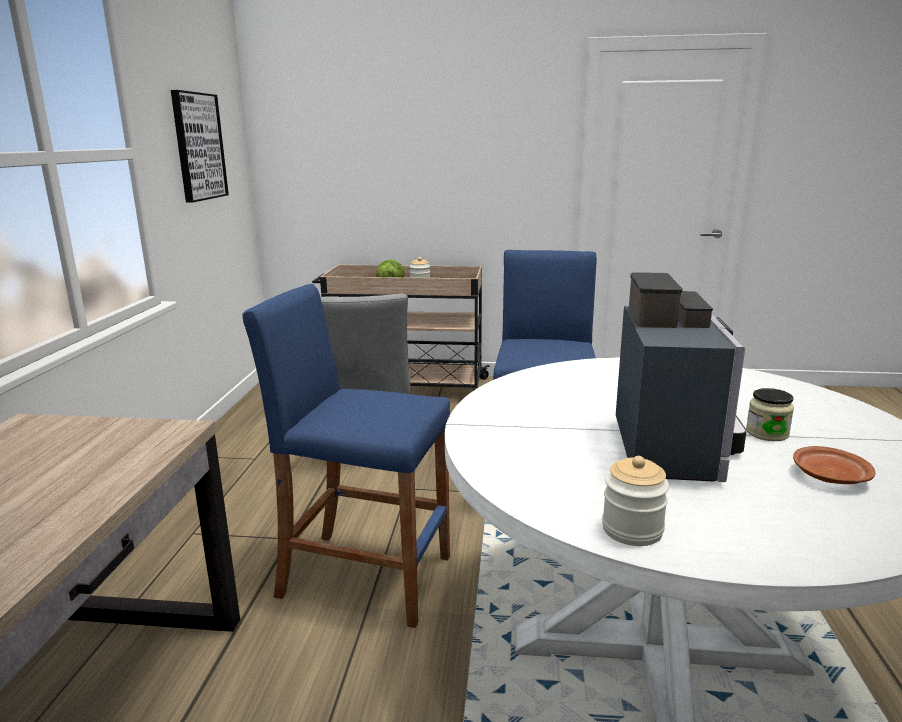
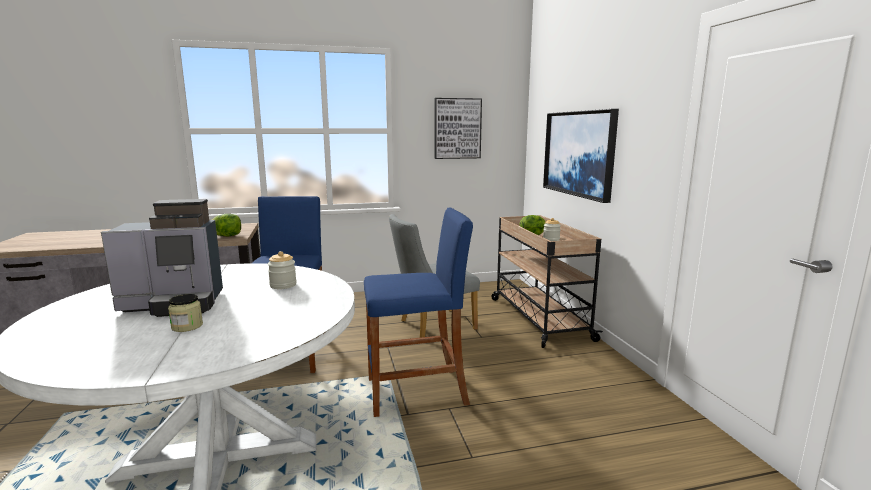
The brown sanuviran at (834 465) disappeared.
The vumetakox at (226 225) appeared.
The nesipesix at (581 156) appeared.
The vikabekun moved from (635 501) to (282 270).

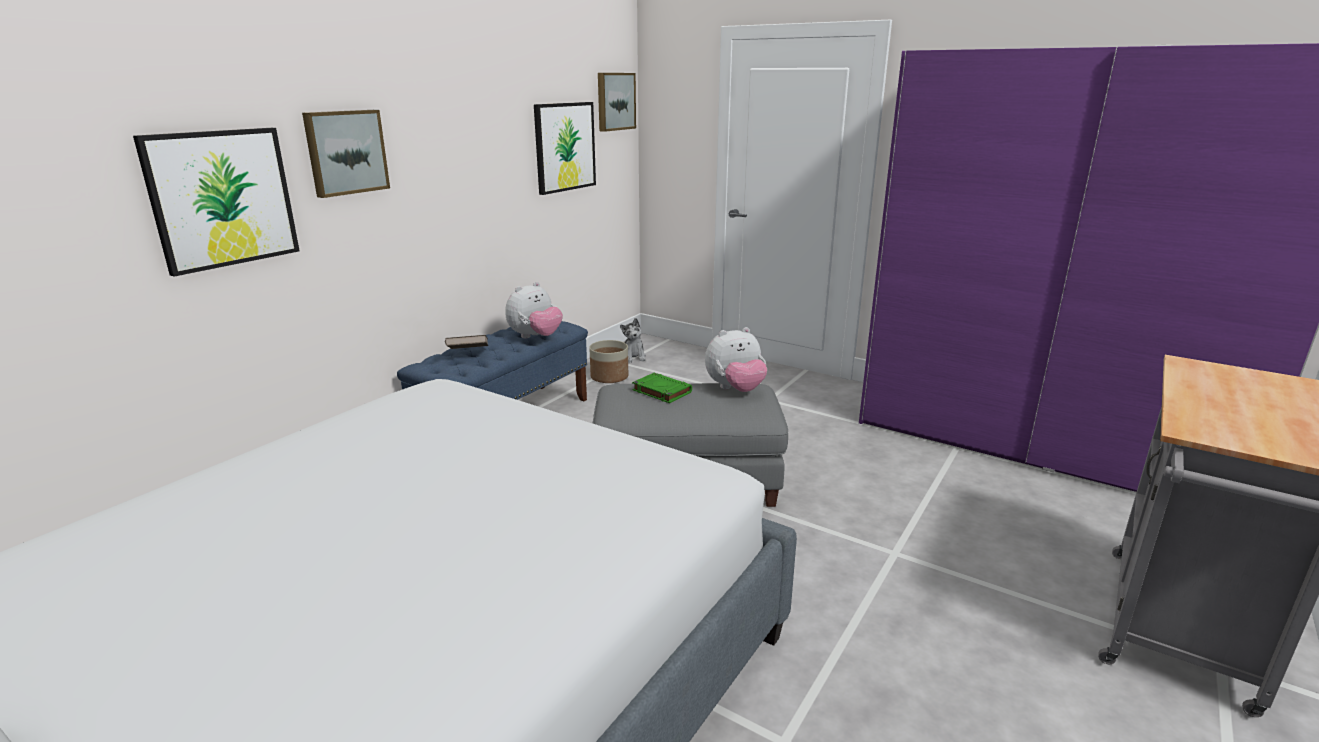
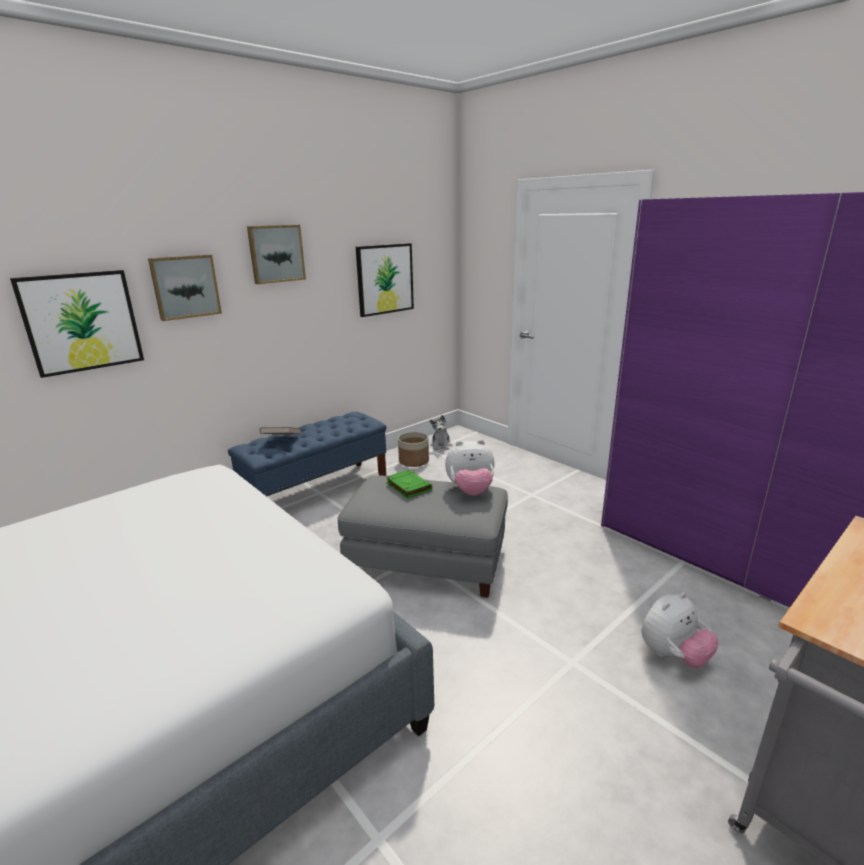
The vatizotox moved from (534 310) to (680 630).
The nesipesix moved from (617 102) to (276 254).

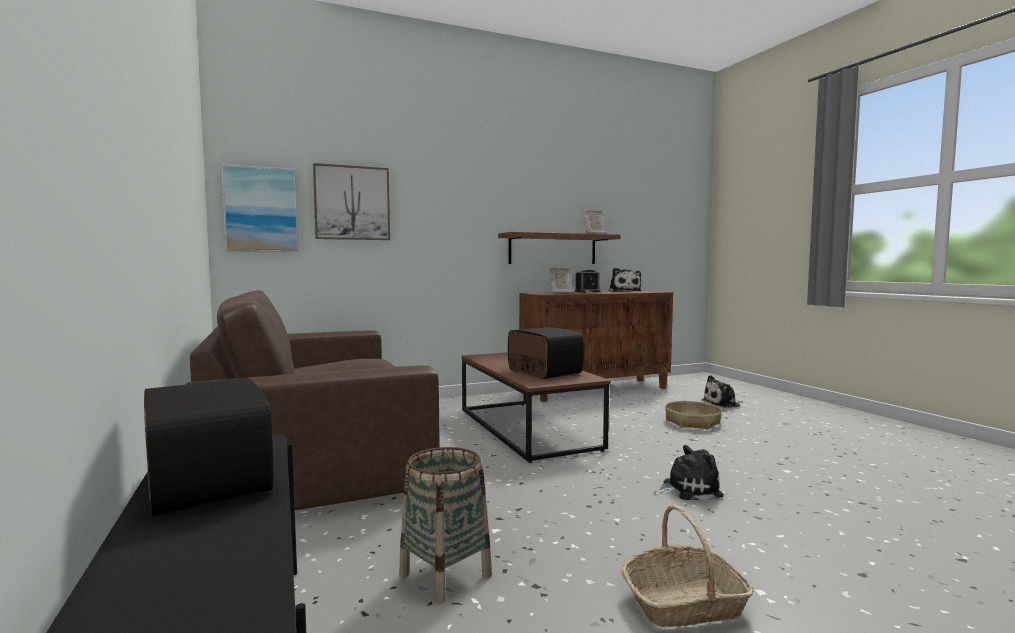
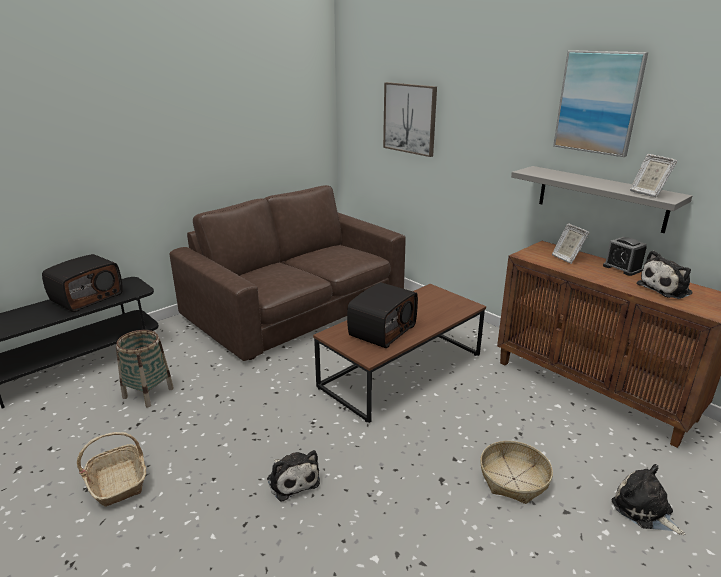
The nesipesix moved from (260 208) to (600 103).
The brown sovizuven at (559 248) became the grey sovizuven at (601 199).

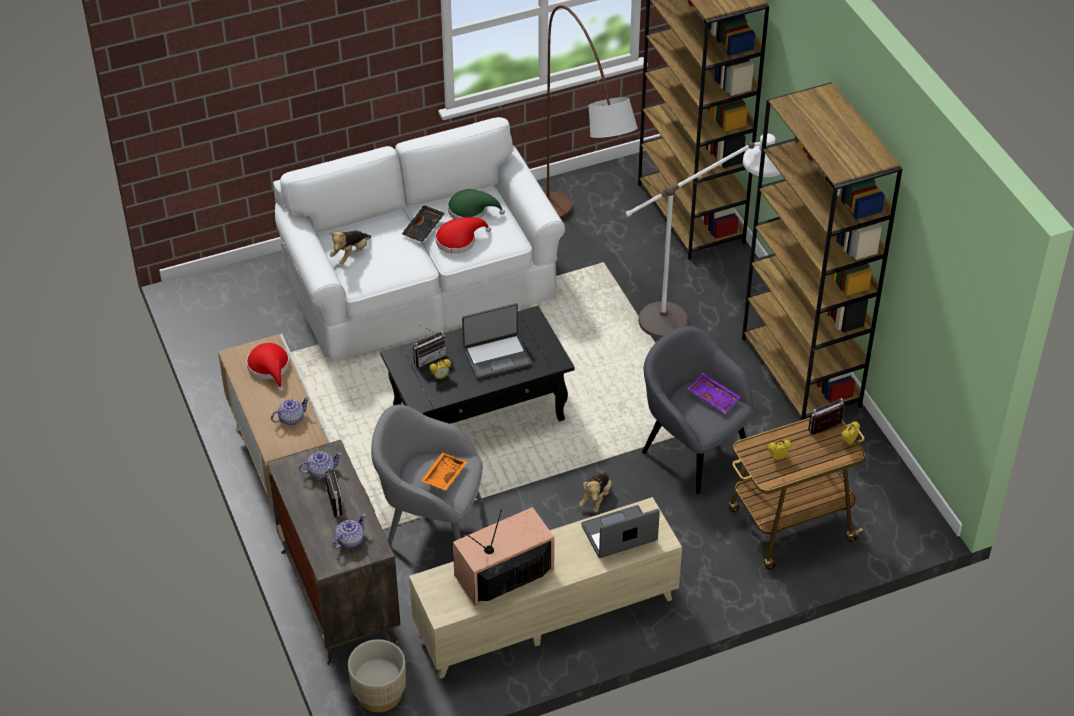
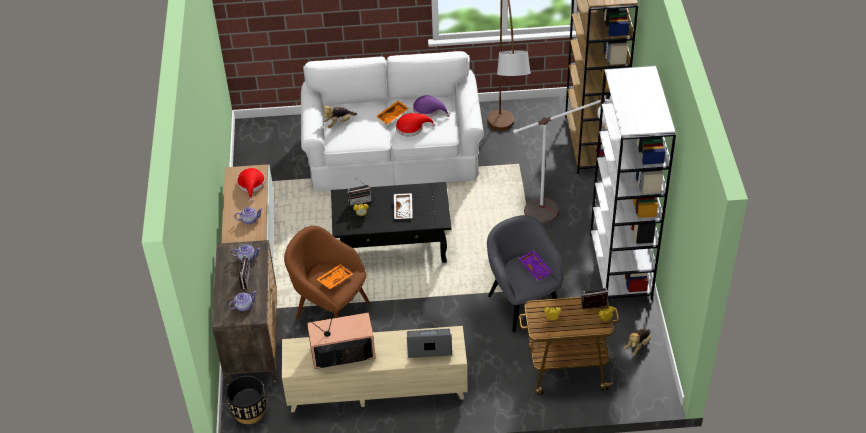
The vatizotox moved from (595 492) to (637 342).
The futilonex at (497 341) was replaced by the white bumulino at (403 206).
The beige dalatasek at (377 675) became the black dalatasek at (246 399).
The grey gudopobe at (427 476) became the brown gudopobe at (327 273).
The black bumulino at (423 223) became the orange bumulino at (392 112).
The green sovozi at (476 204) became the purple sovozi at (431 106).
The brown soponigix at (822 251) became the white soponigix at (633 183).

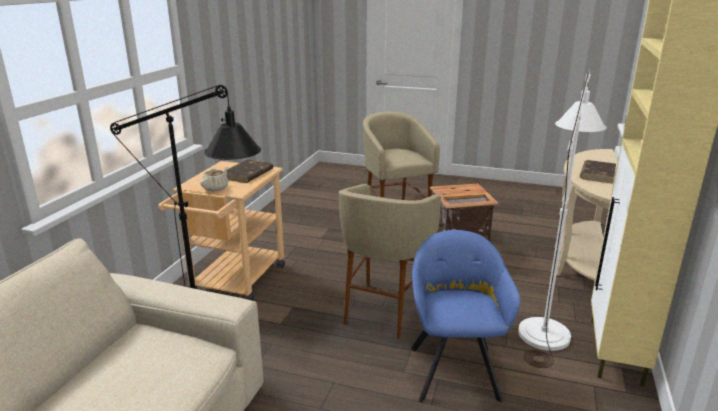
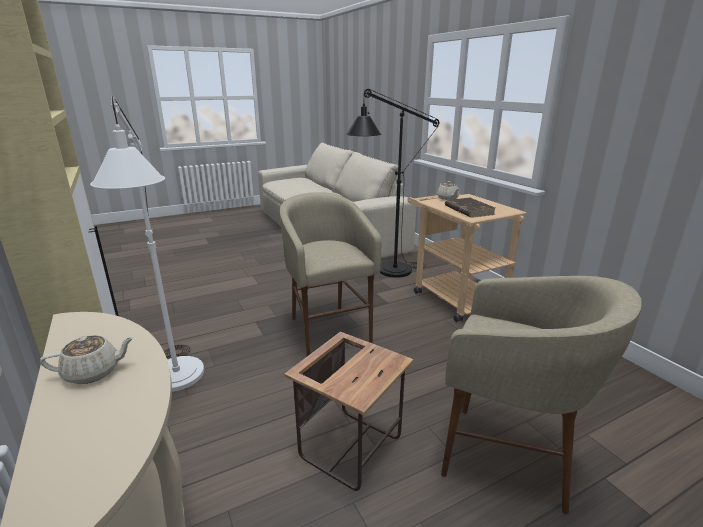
The blue gudopobe at (465 316) disappeared.
The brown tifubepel at (598 172) was replaced by the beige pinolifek at (87 359).

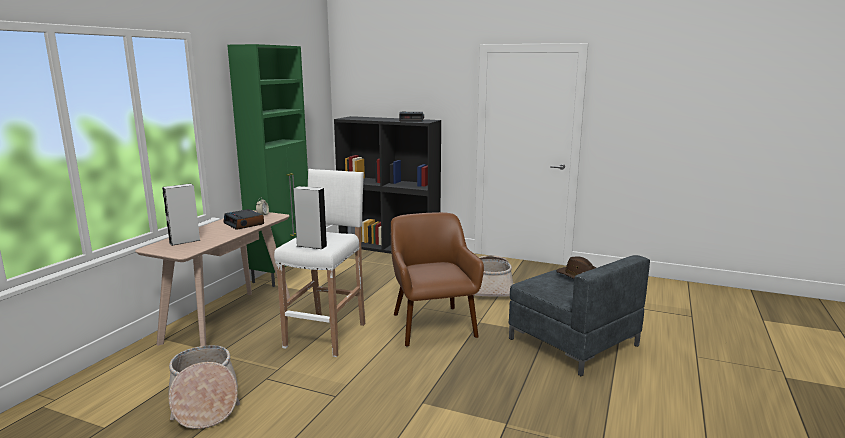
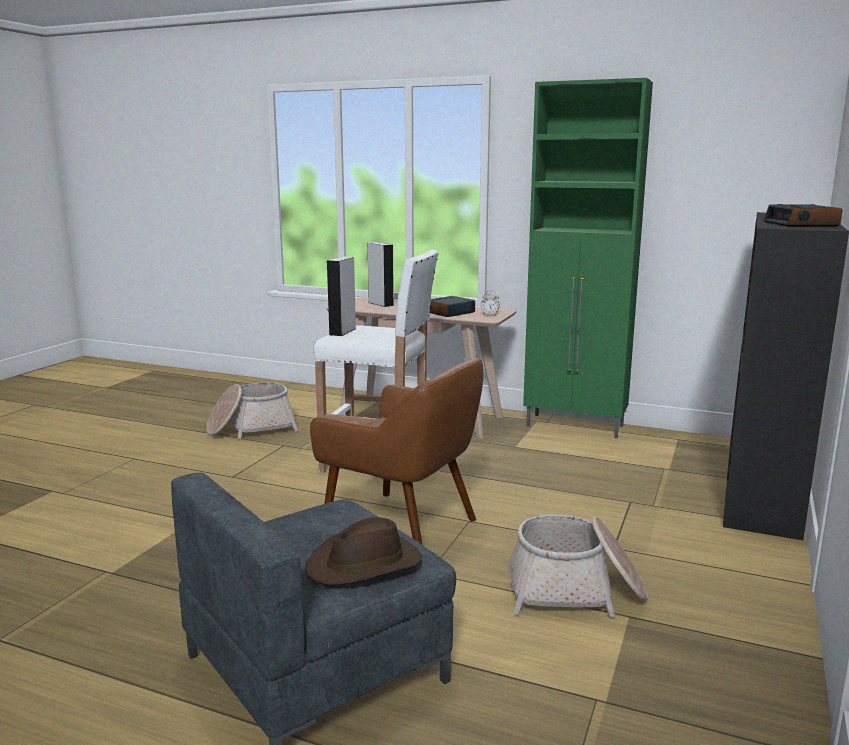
The brown gudopobe at (437 279) turned 45 degrees clockwise.

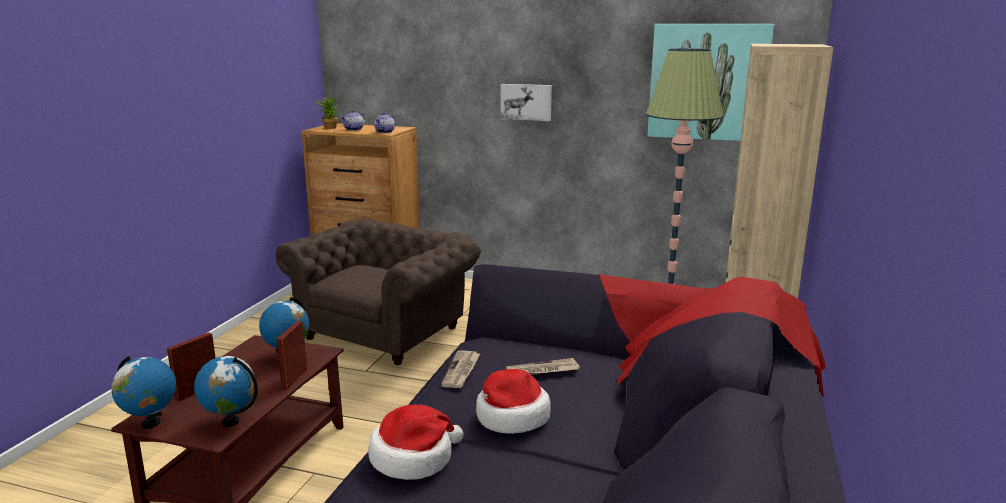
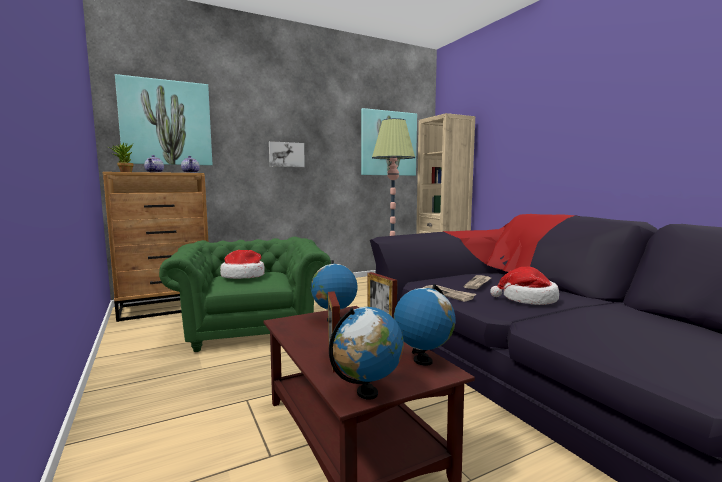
The nesipesix at (163 120) appeared.
The sovozi moved from (416 442) to (242 264).
The brown gudopobe at (378 291) became the green gudopobe at (245 294).

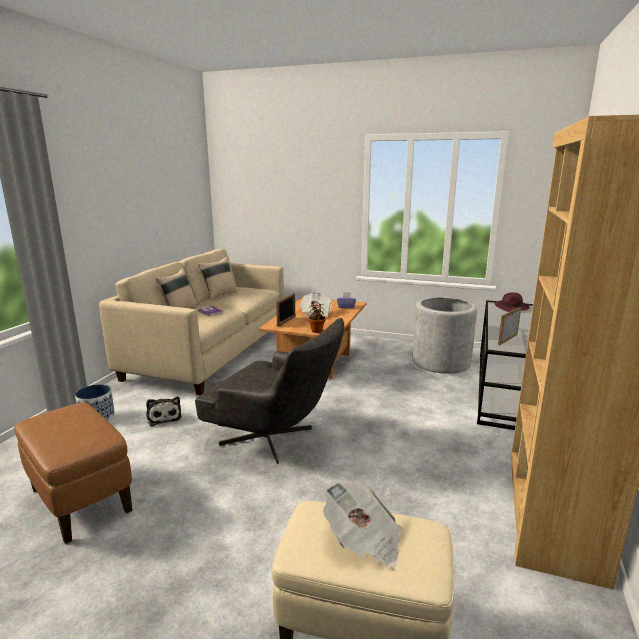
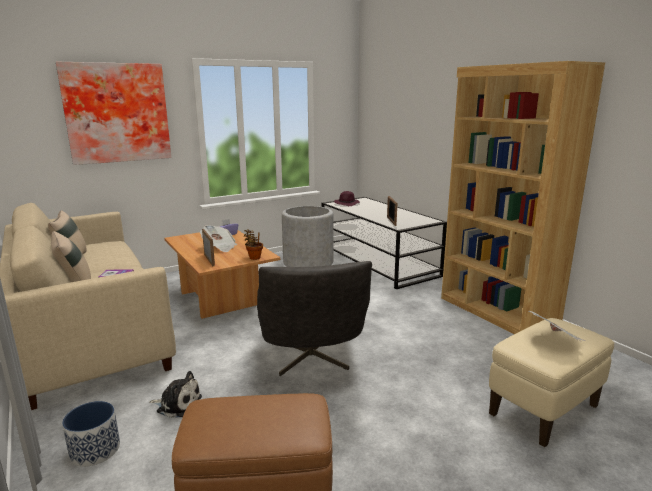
The nesipesix at (113 113) appeared.
The grey gudopobe at (269 391) turned 105 degrees clockwise.

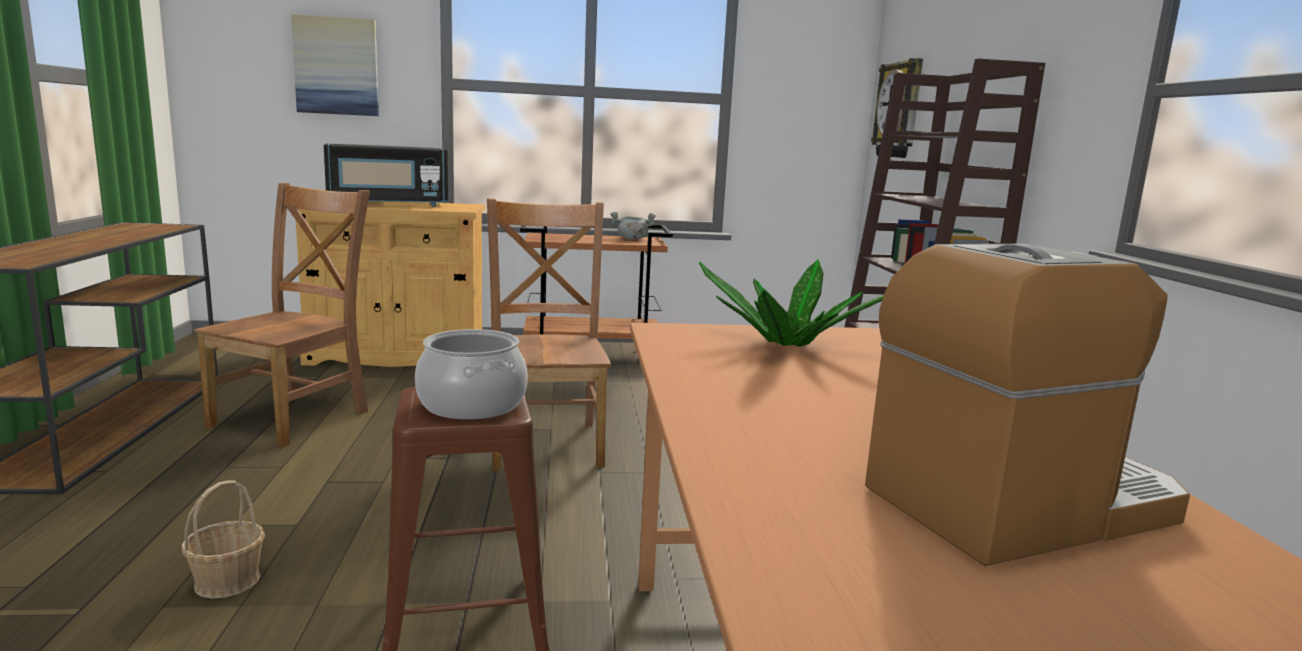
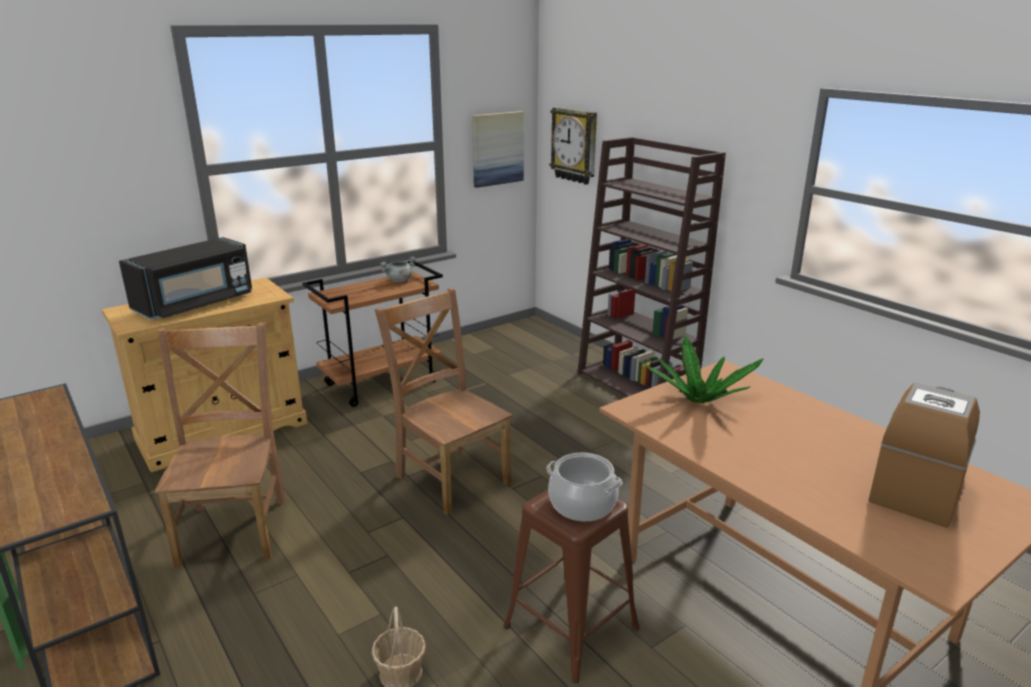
The nesipesix moved from (335 65) to (498 149).

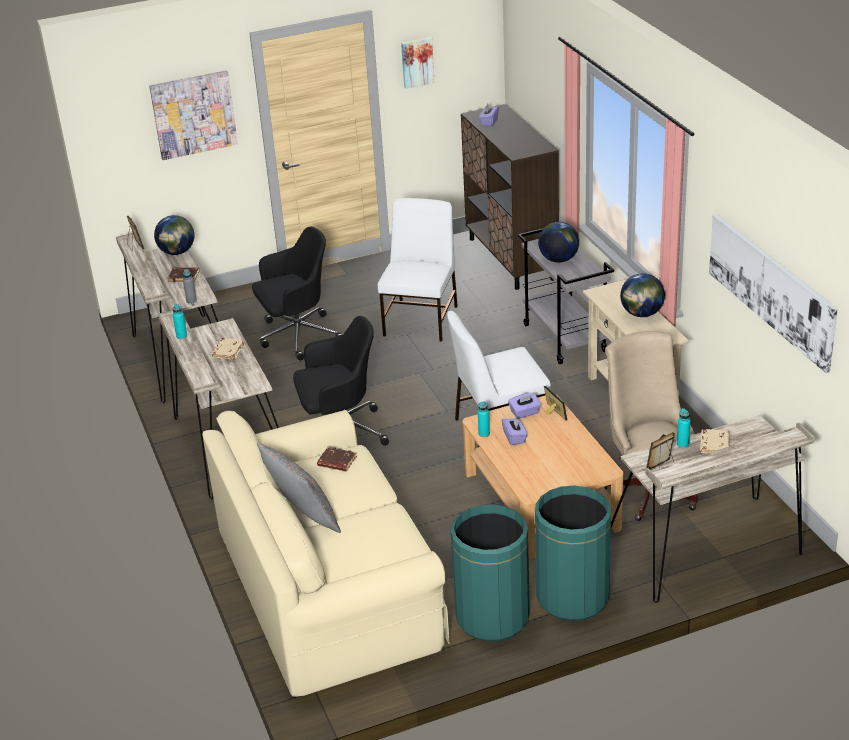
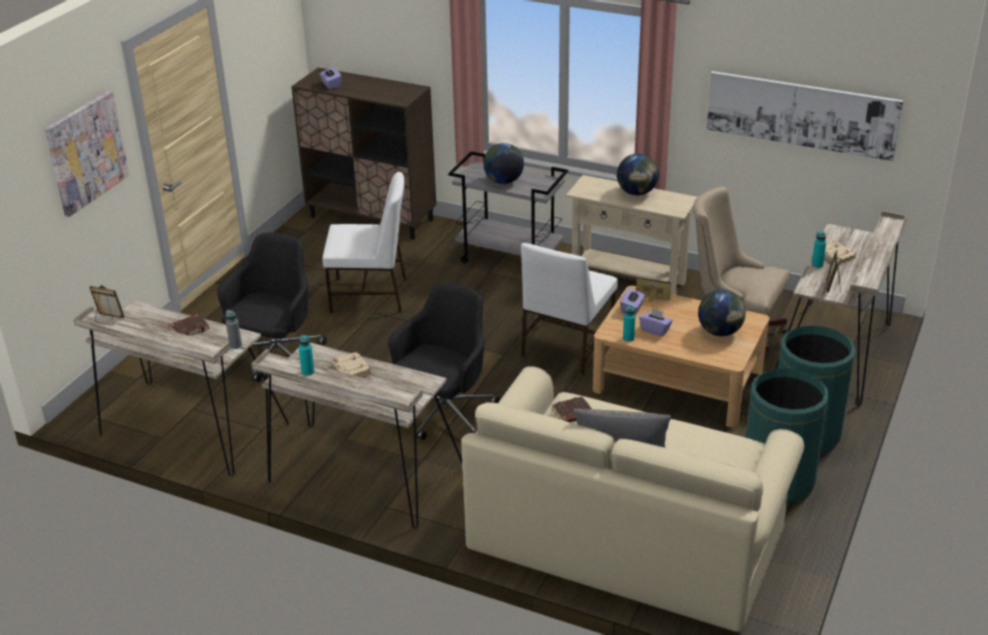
The nesipesix at (417 63) disappeared.
The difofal moved from (174 235) to (722 313).
The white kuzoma at (418 270) turned 120 degrees clockwise.

